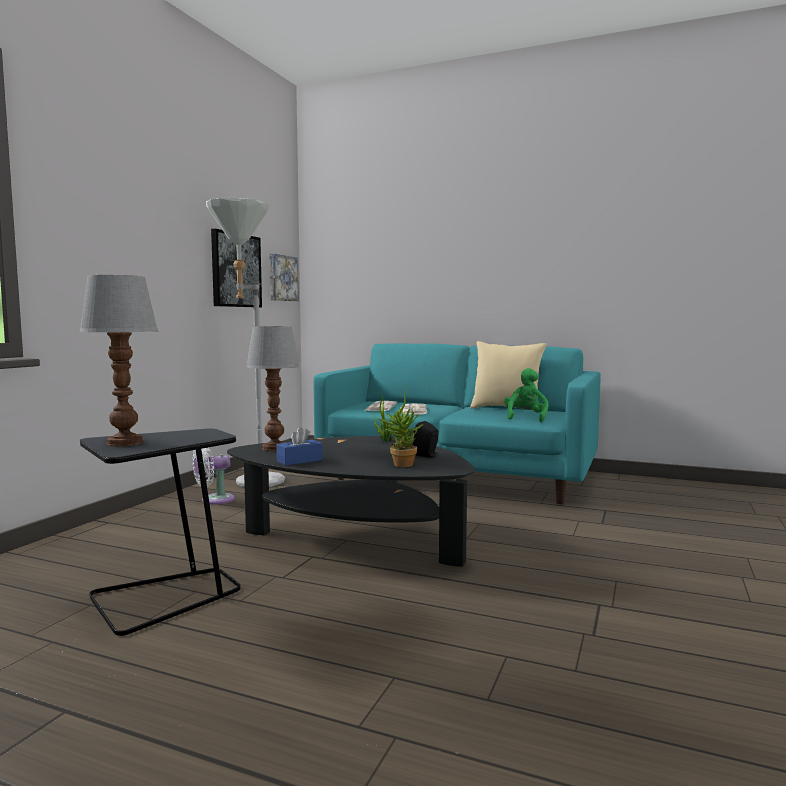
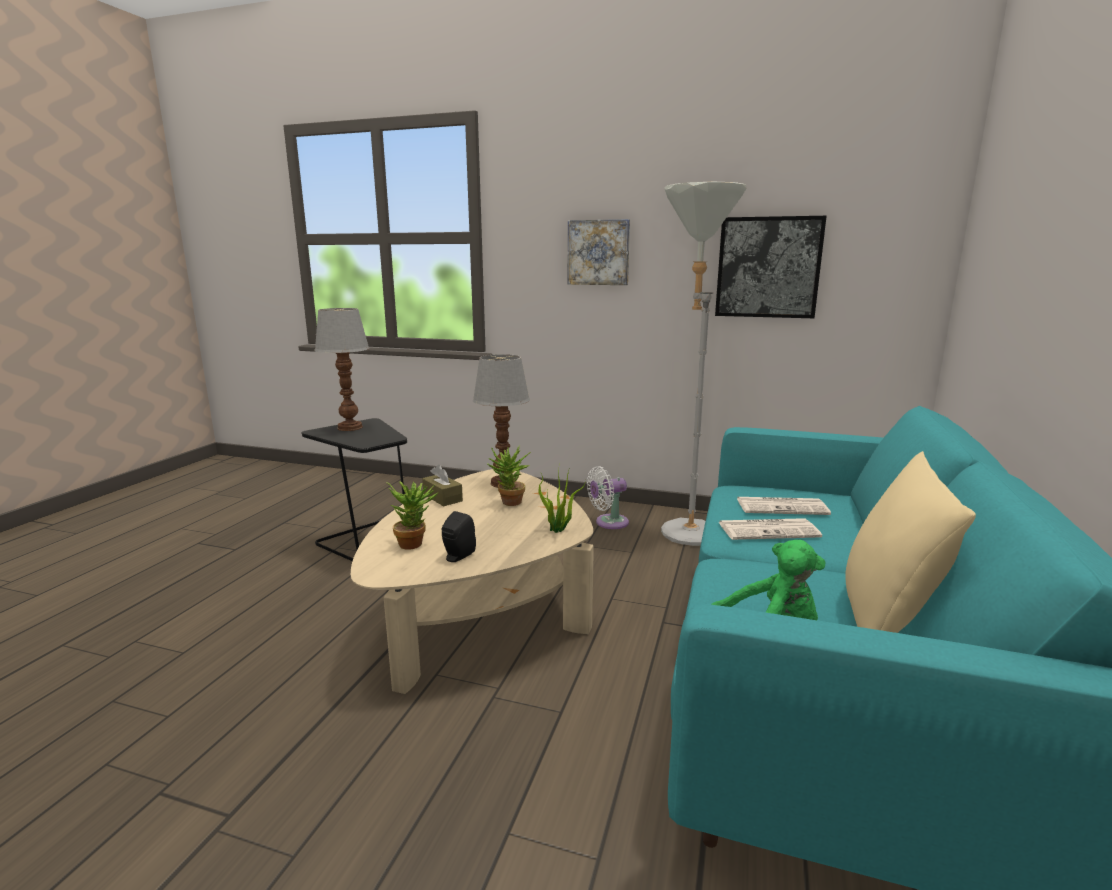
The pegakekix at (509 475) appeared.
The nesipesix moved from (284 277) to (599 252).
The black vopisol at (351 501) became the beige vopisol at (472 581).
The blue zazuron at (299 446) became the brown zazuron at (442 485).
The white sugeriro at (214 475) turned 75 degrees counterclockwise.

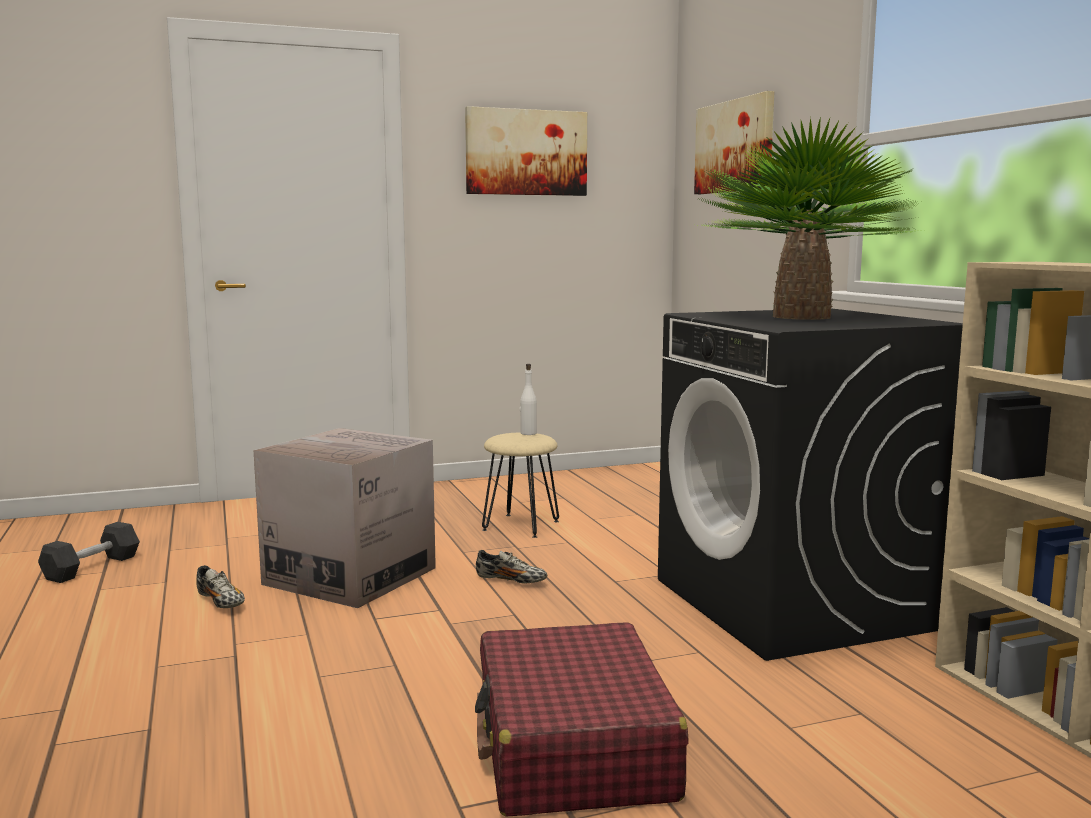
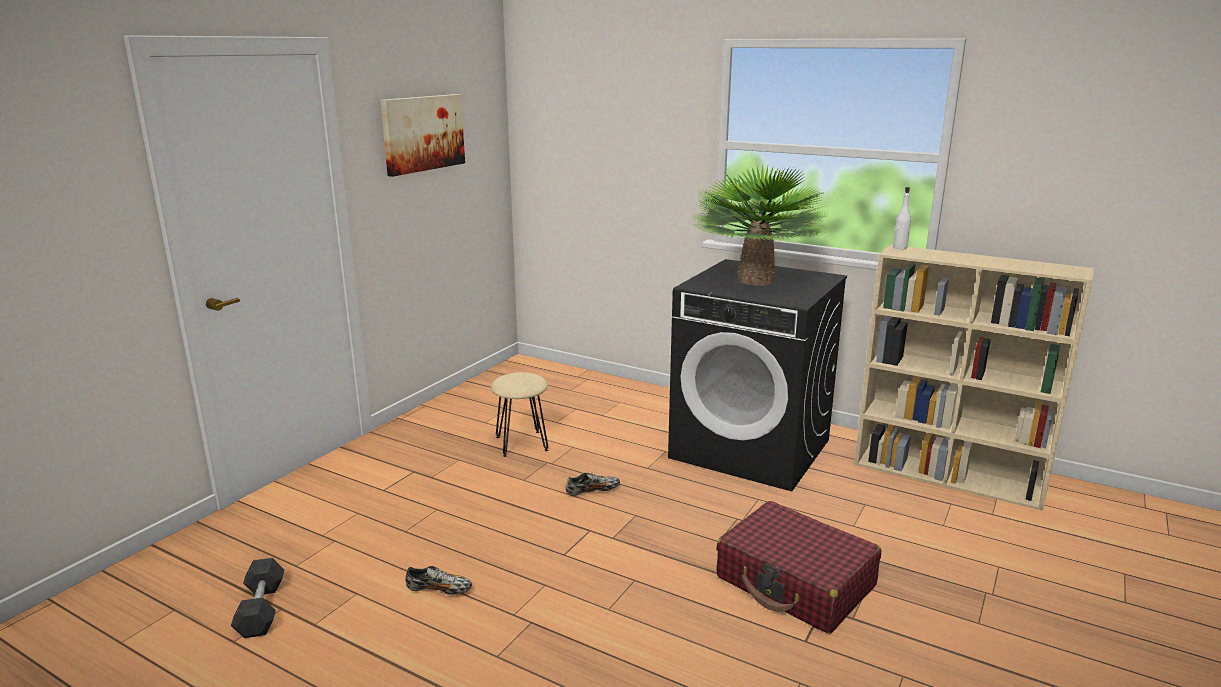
The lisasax at (345 518) disappeared.
The nesipesix at (734 142) disappeared.
The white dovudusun moved from (528 399) to (902 218).

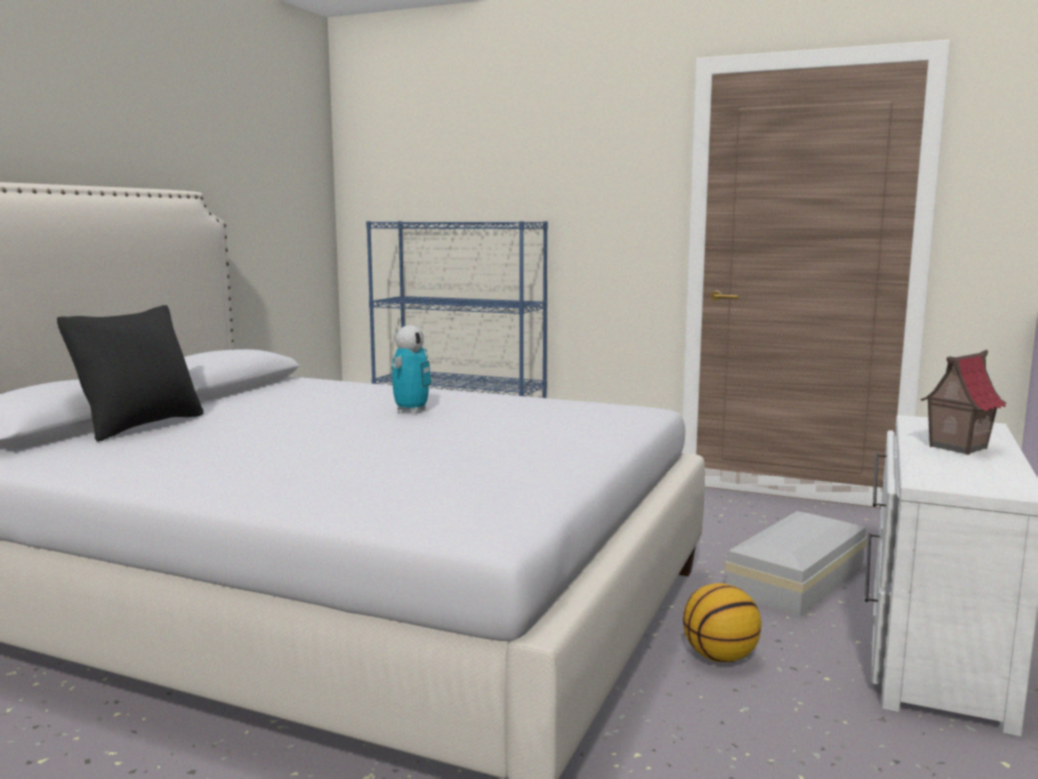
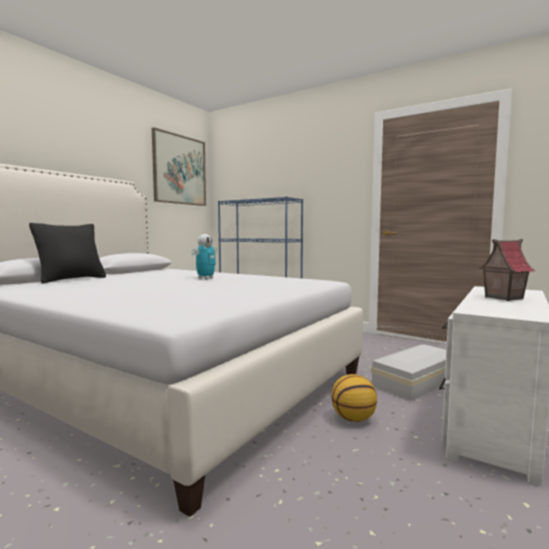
The nesipesix at (179 166) appeared.

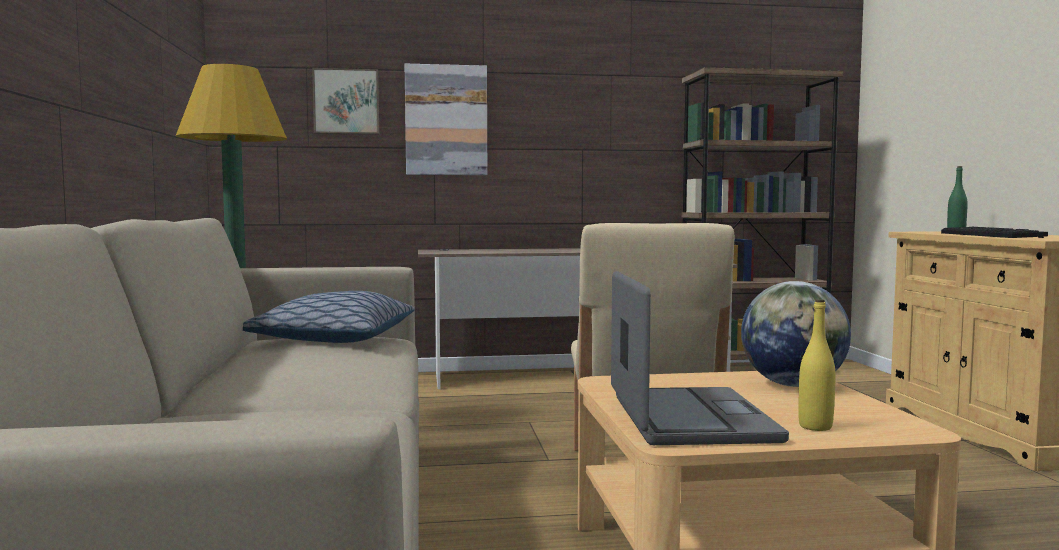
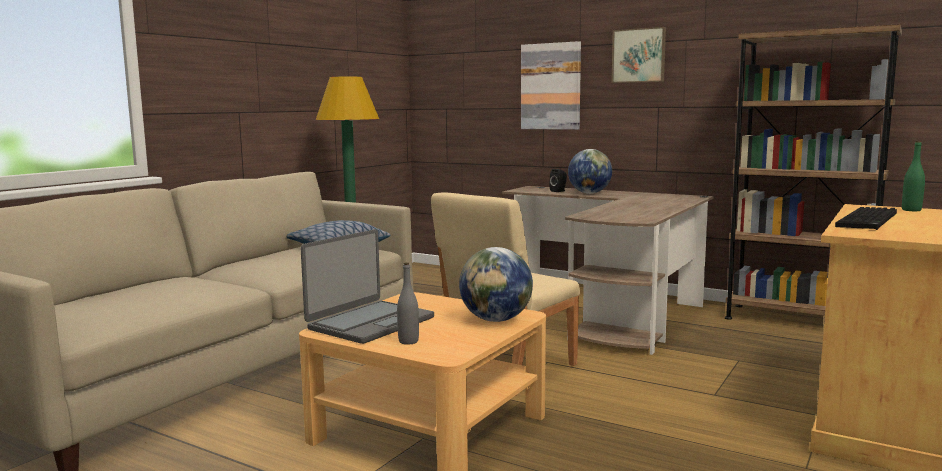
The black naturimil at (558 180) appeared.
The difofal at (590 171) appeared.
The nesipesix moved from (345 101) to (639 55).
The yellow dovudusun at (816 365) became the grey dovudusun at (408 303).

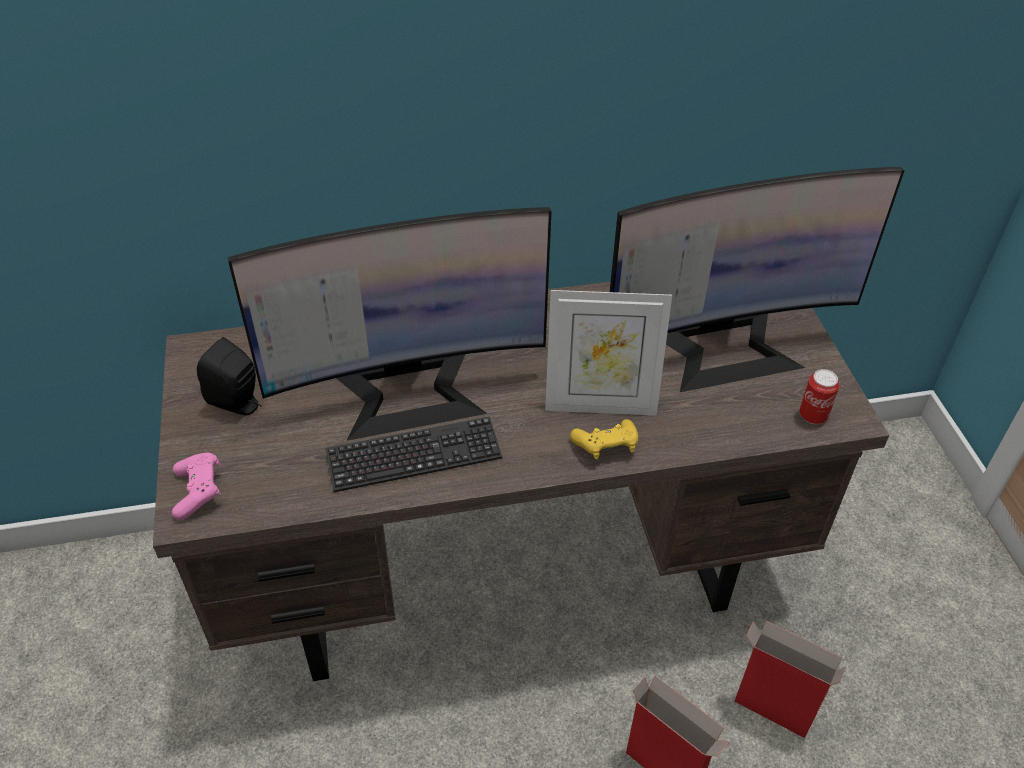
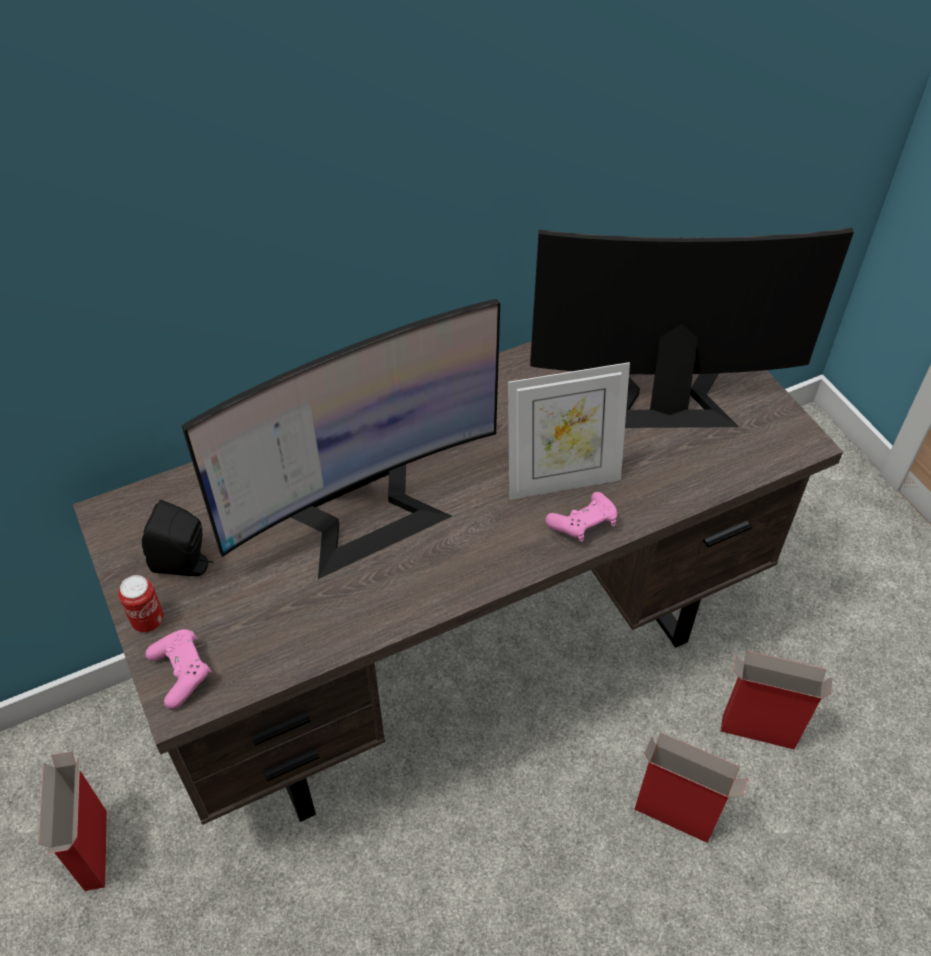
The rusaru at (414 454) disappeared.
The lisasax at (72 821) appeared.
The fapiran moved from (819 396) to (141 603).
The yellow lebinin at (604 439) became the pink lebinin at (581 517).
The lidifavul at (757 279) turned 150 degrees counterclockwise.

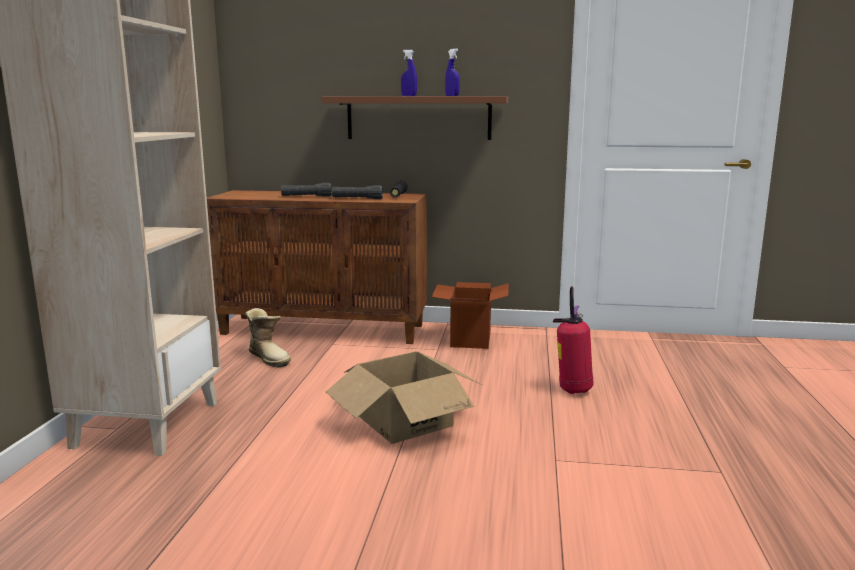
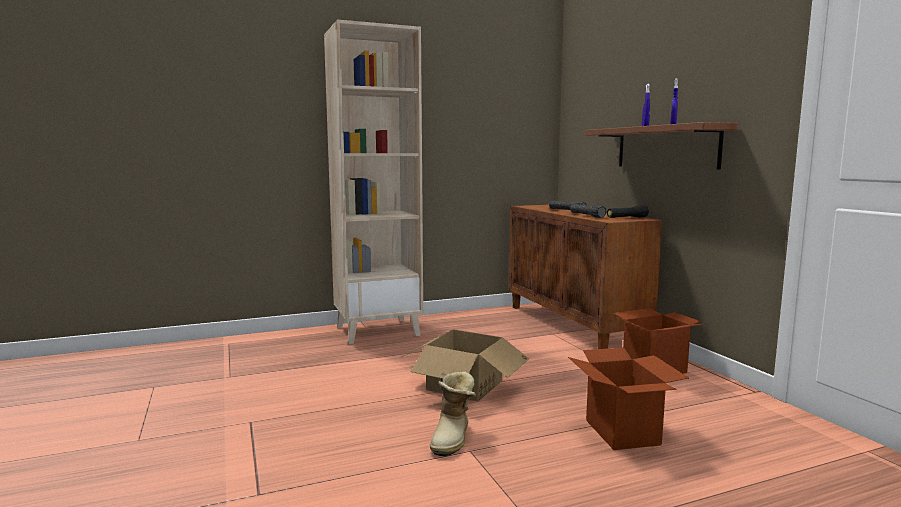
The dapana moved from (268 338) to (453 414).
The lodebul at (573 340) was replaced by the lisasax at (628 398).

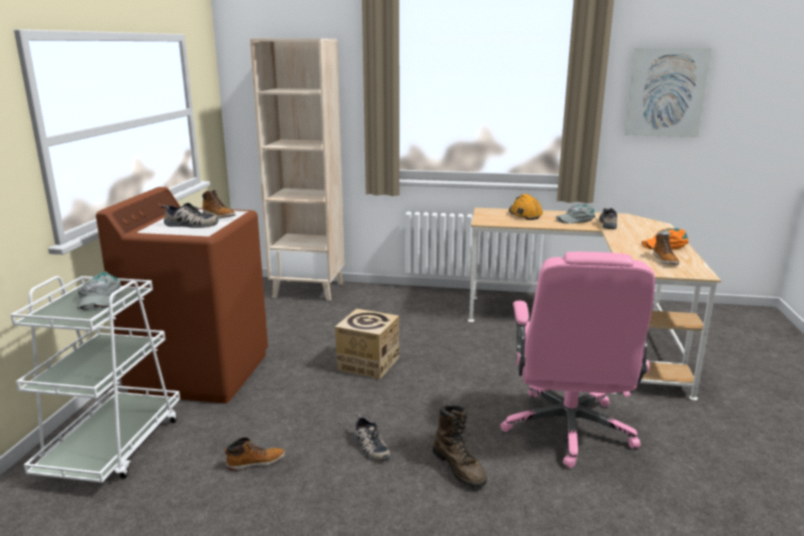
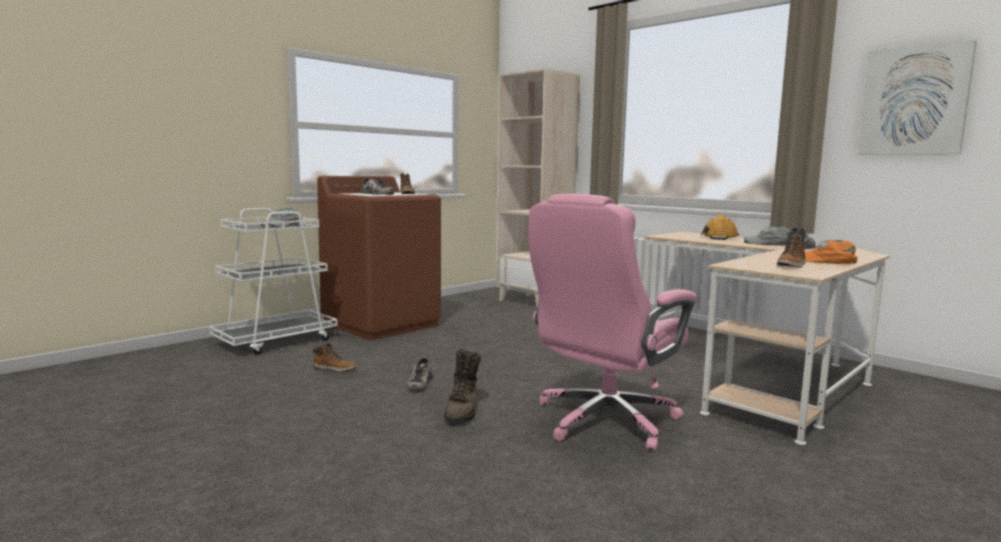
The lisasax at (367 344) disappeared.

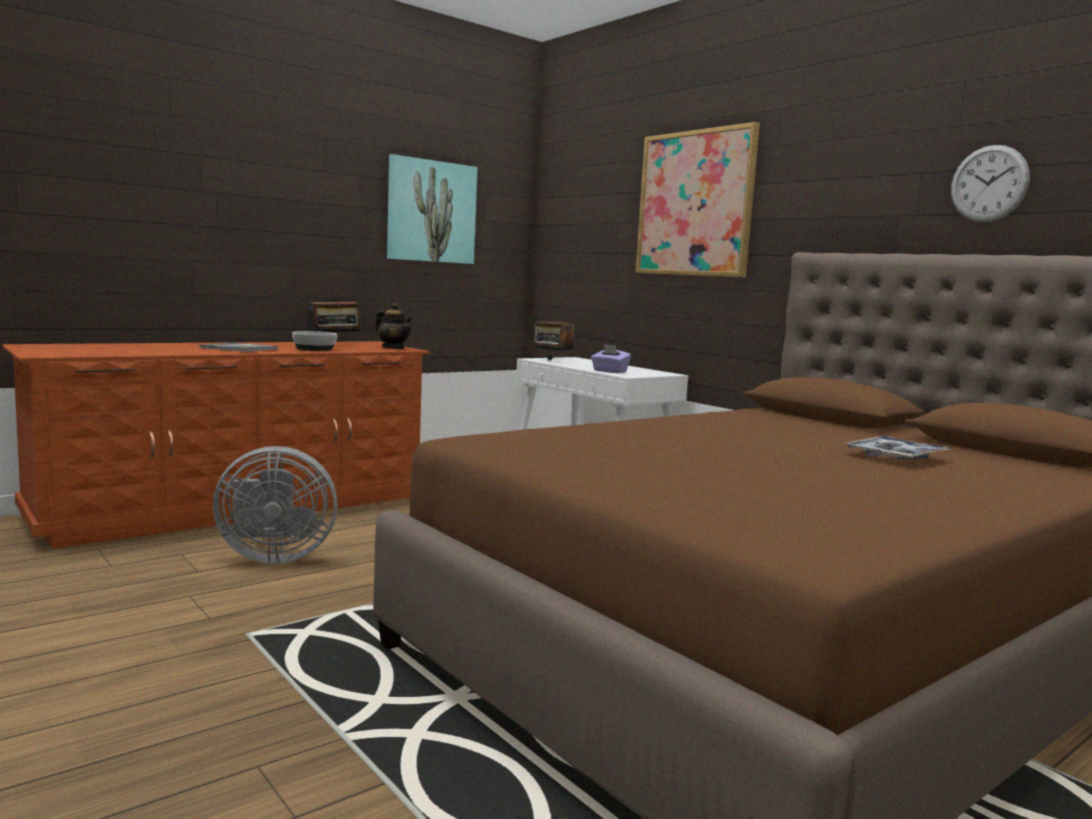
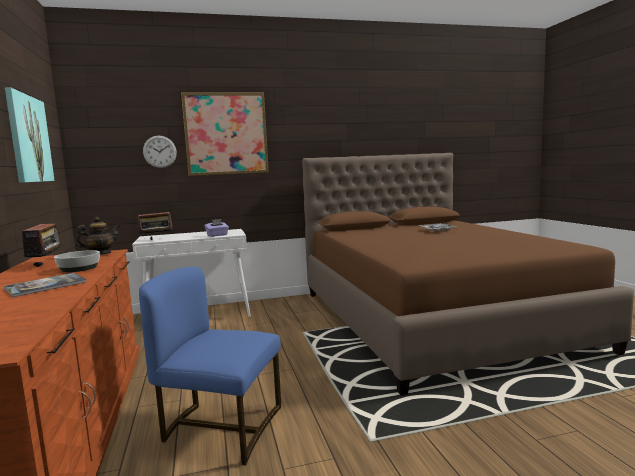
The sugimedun moved from (990 183) to (160 152).
The grey sugeriro at (275 505) was replaced by the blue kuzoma at (210 366).

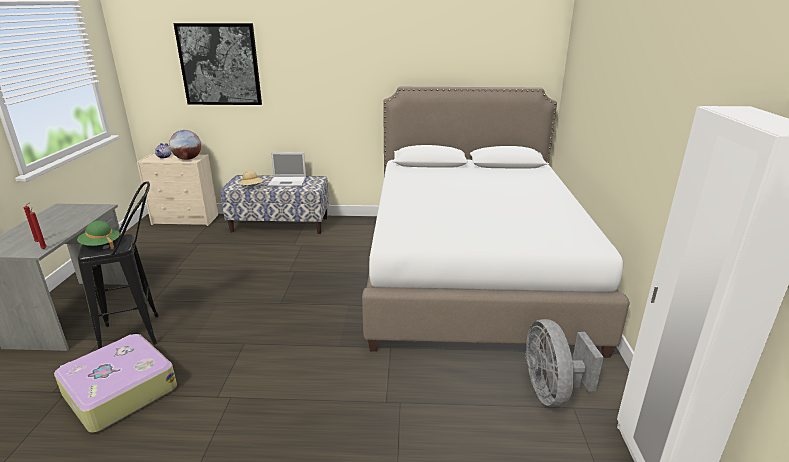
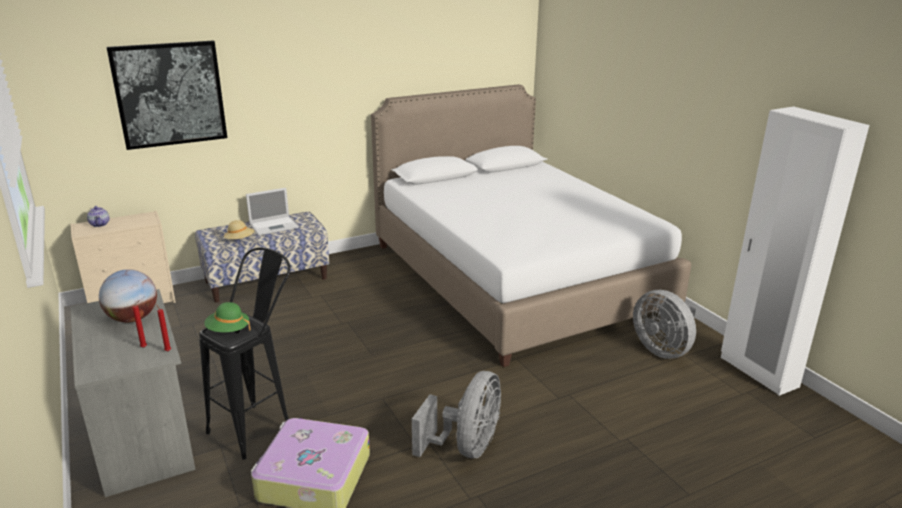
The grey sugeriro at (456 414) appeared.
The difofal moved from (185 145) to (128 295).

